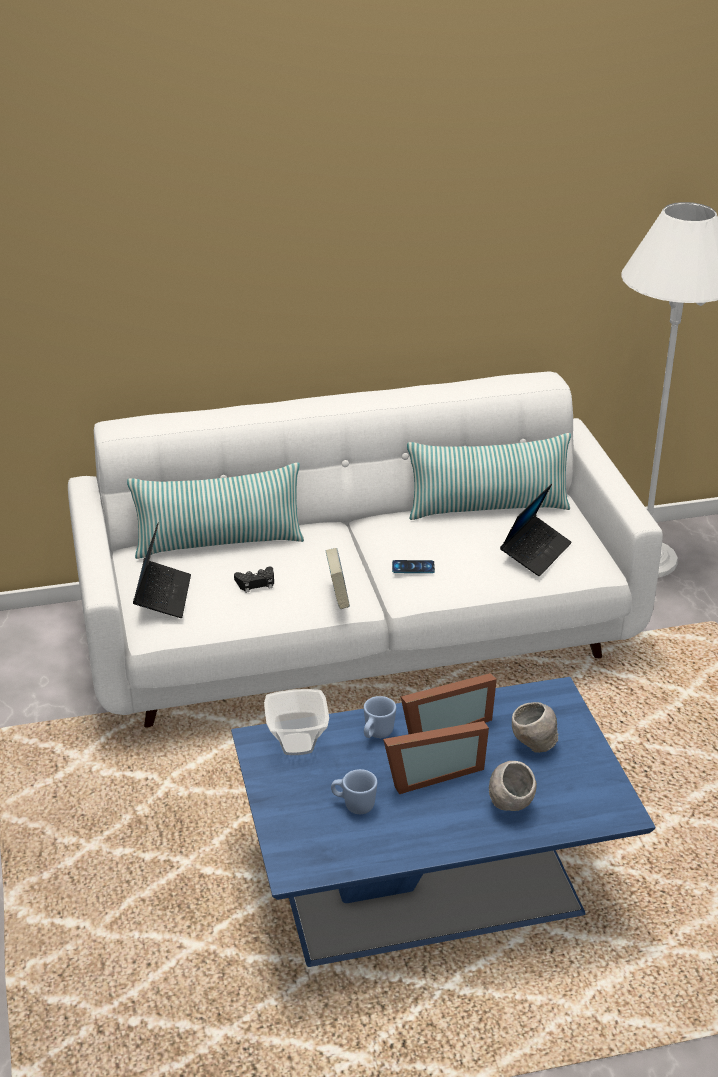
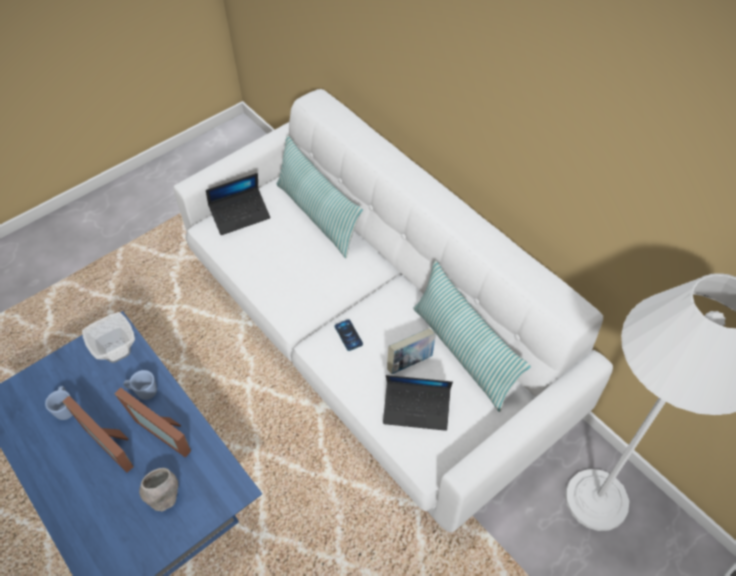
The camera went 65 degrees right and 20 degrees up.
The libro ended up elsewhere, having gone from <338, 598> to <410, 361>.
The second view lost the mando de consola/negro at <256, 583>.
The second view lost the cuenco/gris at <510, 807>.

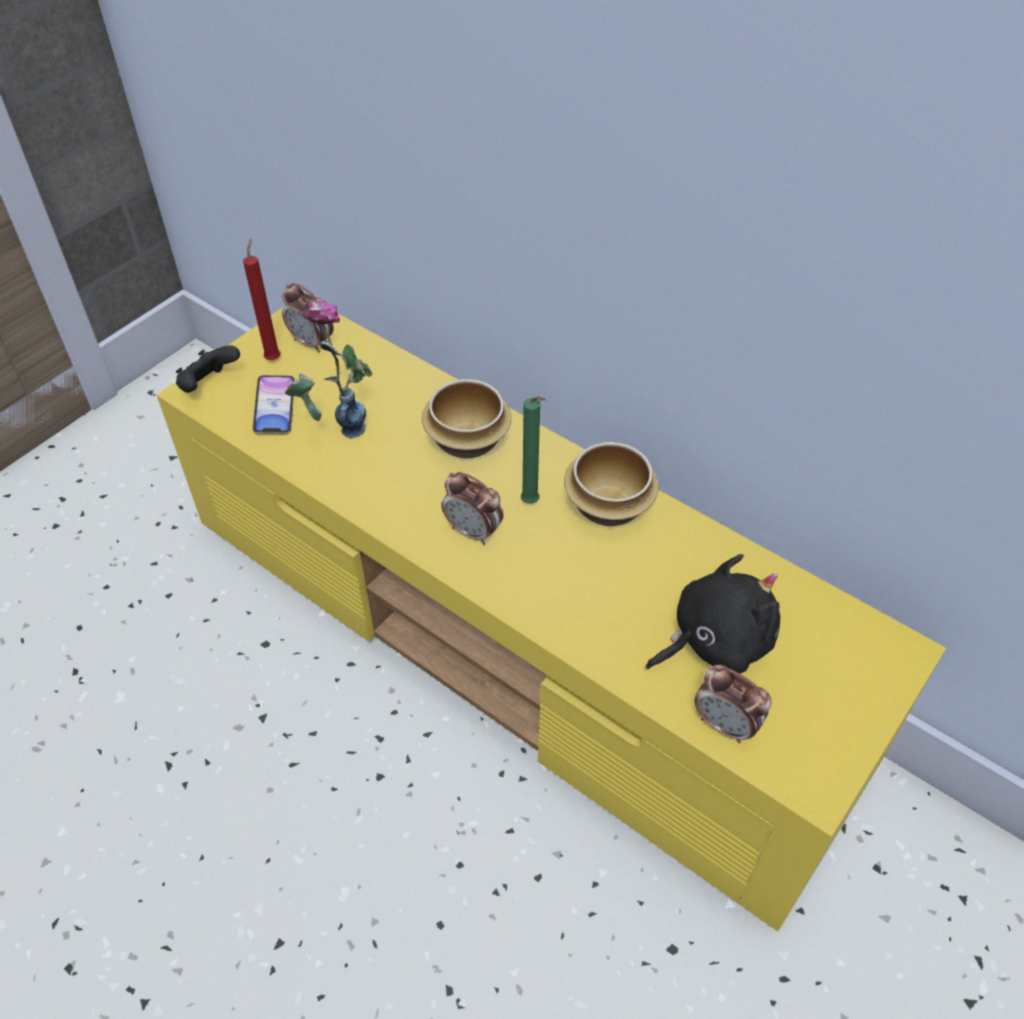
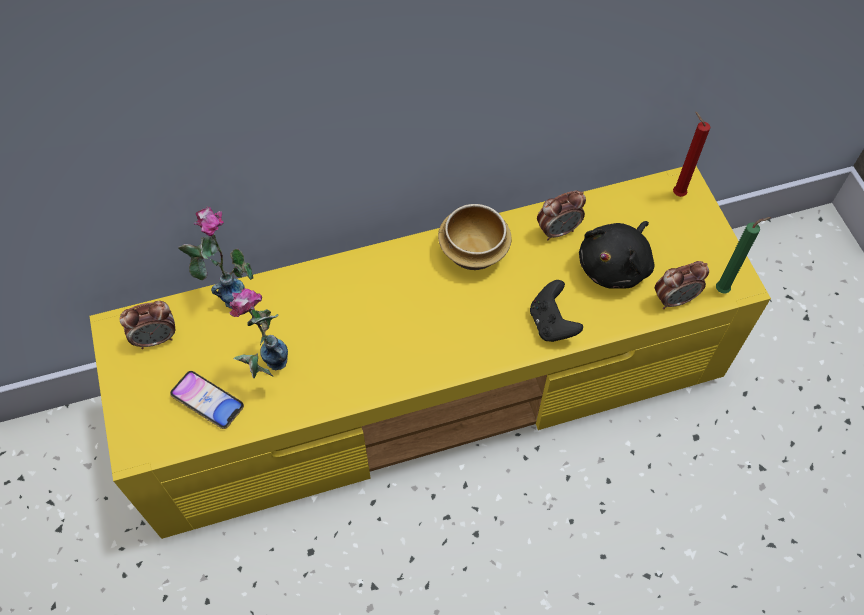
The camera went 55 degrees left and 10 degrees up.
The vela/rojo ended up elsewhere, having gone from <274, 358> to <676, 193>.
The mando de consola/negro ended up elsewhere, having gone from <209, 385> to <552, 323>.
The second view lost the cuenco at <466, 439>.
The vela/verde ended up elsewhere, having gone from <532, 503> to <724, 290>.
The despertador ended up elsewhere, having gone from <473, 531> to <558, 231>.
The peluche/negro at <714, 641> ended up facing another way, 150 degrees counterclockwise from before.
The second view gained the florero at <226, 291>.

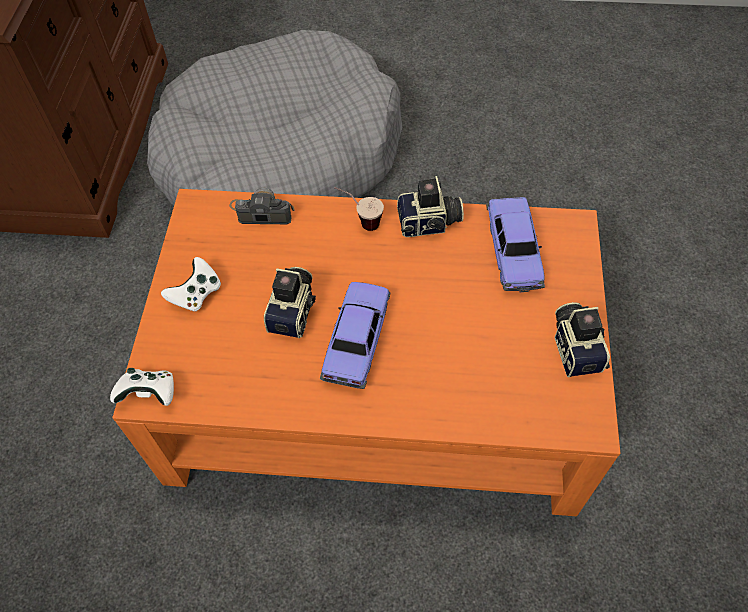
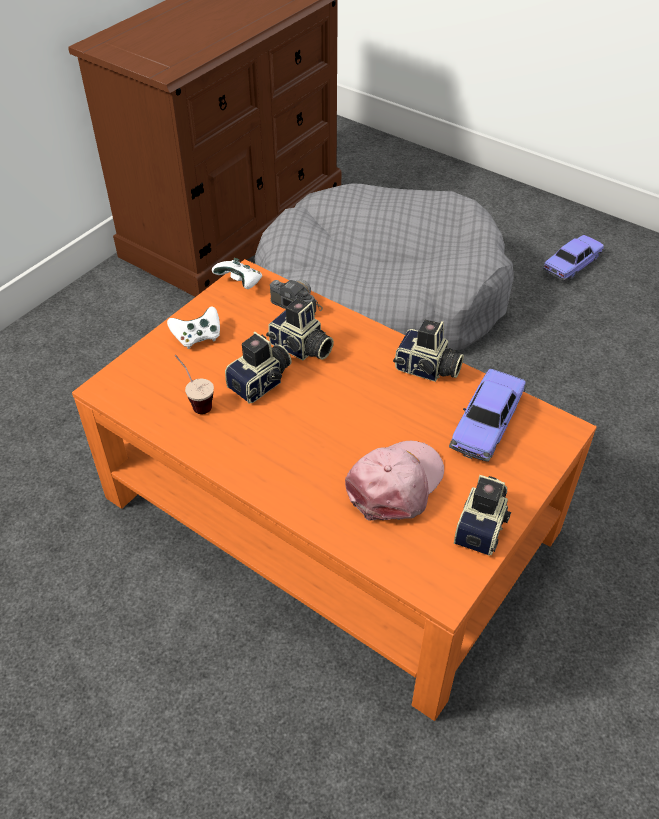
The camera went 30 degrees right and 10 degrees down.
The taza ended up elsewhere, having gone from <360, 222> to <195, 401>.
The coche de juguete ended up elsewhere, having gone from <357, 340> to <571, 265>.
The mando de consola/blanco ended up elsewhere, having gone from <150, 394> to <240, 283>.
The second view gained the cámara at <300, 348>.
The second view gained the gorra/rosa at <396, 484>.

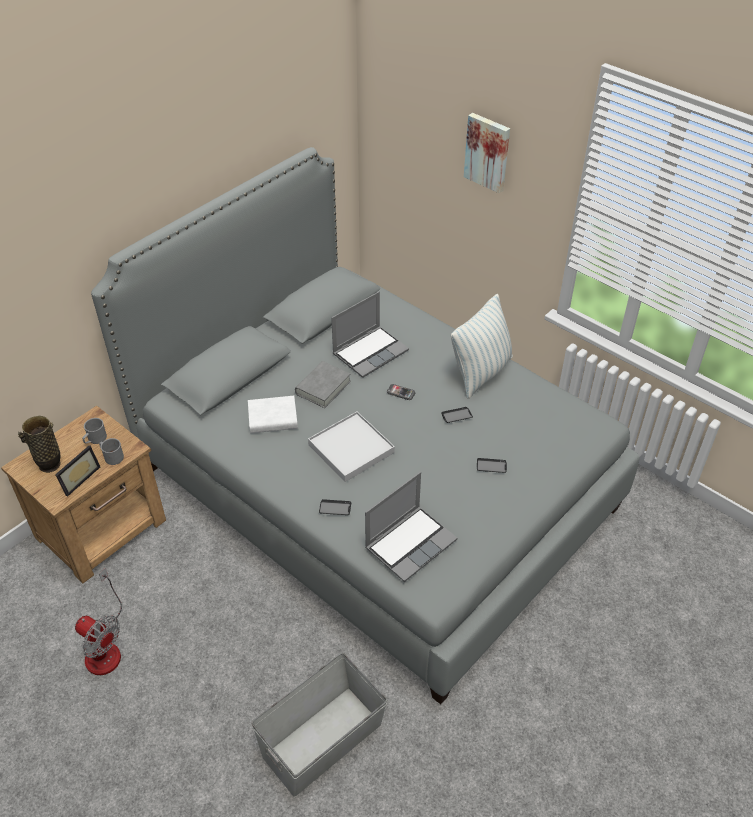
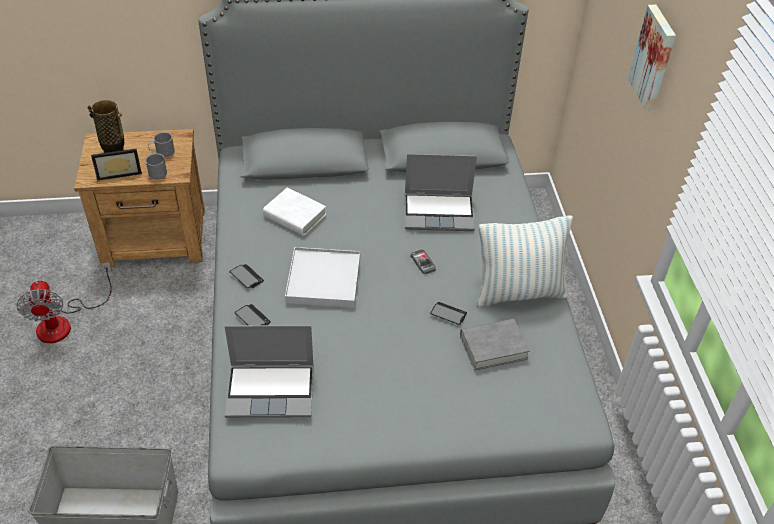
The camera went 40 degrees right and 0 degrees up.
The libro/gris ended up elsewhere, having gone from <323, 387> to <493, 347>.
The móvil ended up elsewhere, having gone from <491, 466> to <246, 277>.

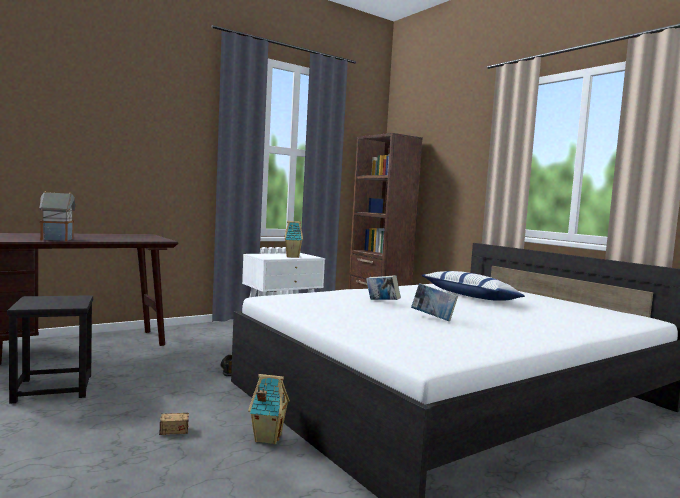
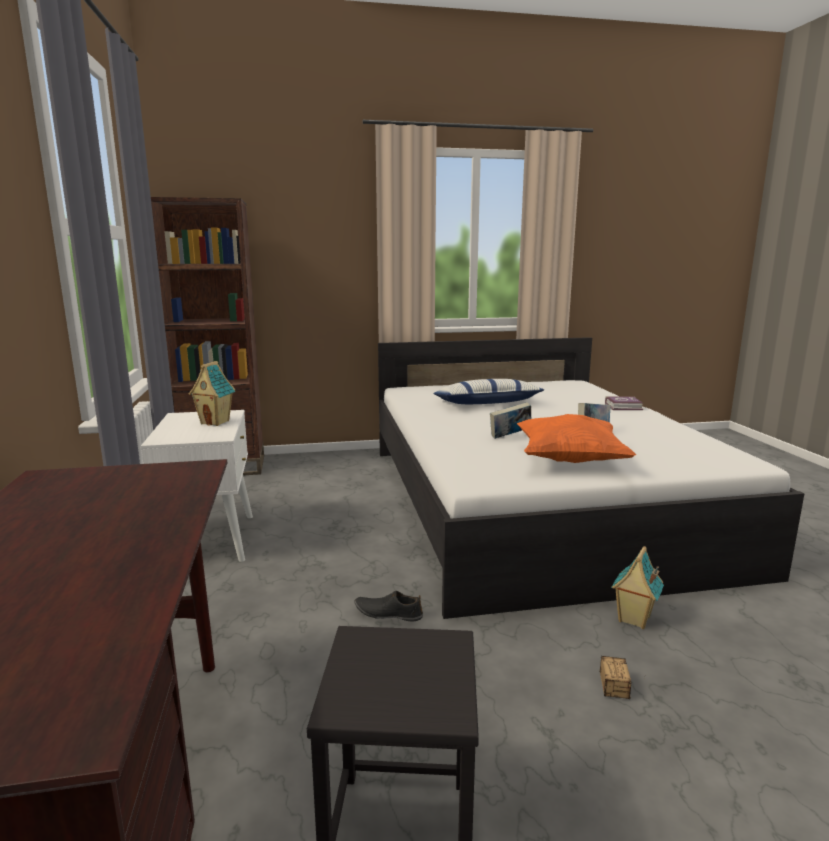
The camera went 65 degrees left and 10 degrees up.
The second view lost the casita at <58, 239>.
The second view gained the libro at <624, 407>.
The second view gained the cojín/naranja at <569, 460>.

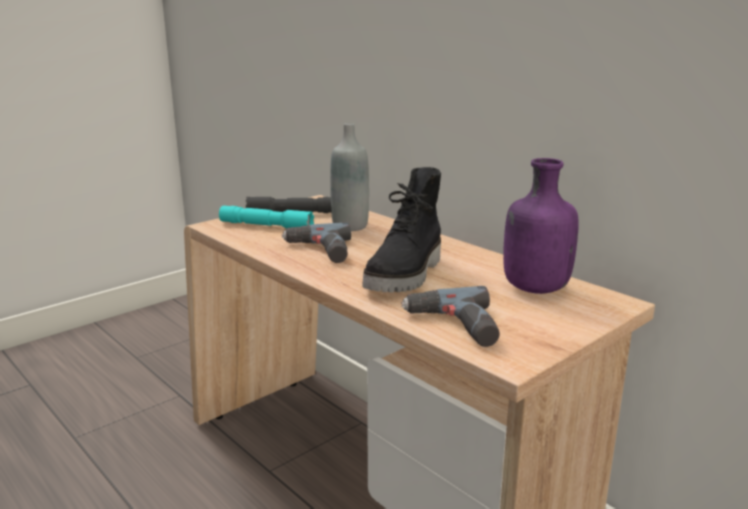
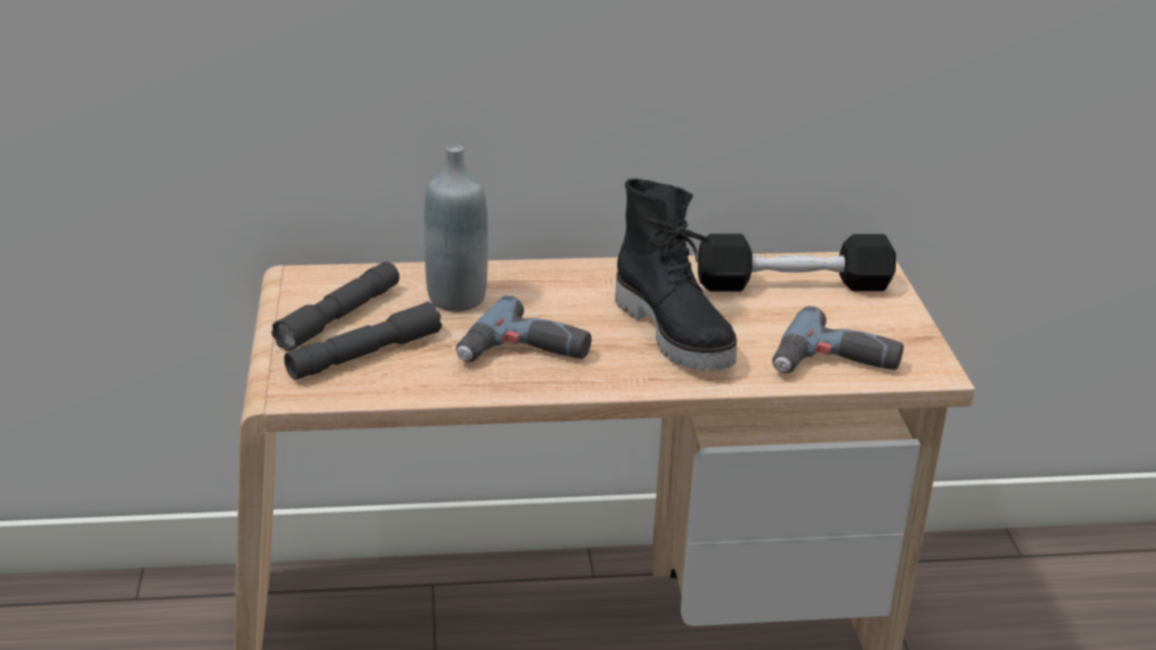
The camera went 55 degrees left and 10 degrees up.
Where the botella/morado stood at <534, 288>, the mancuerna/negro came to stand at <793, 284>.
What was the linterna/turquesa at <266, 226> turned into the linterna/gris at <364, 354>.

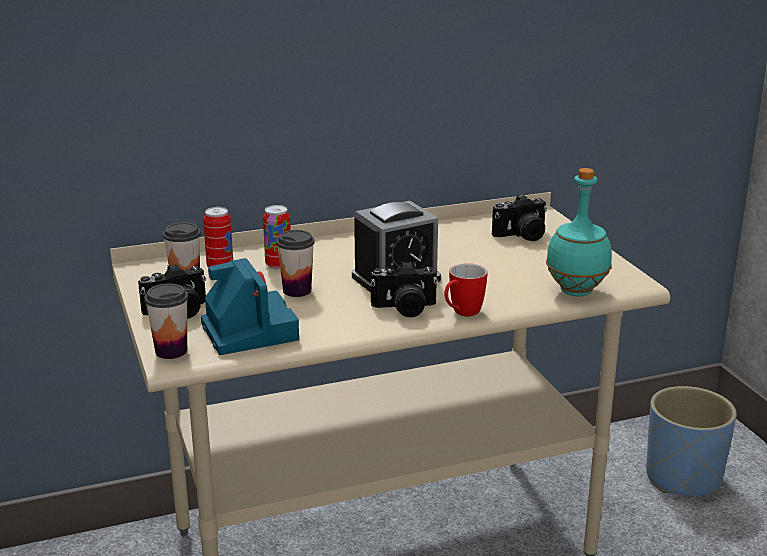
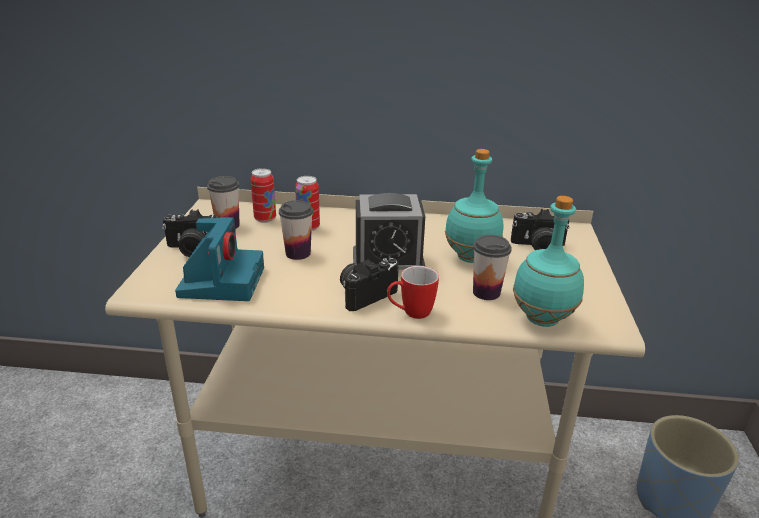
The camera went 25 degrees right and 5 degrees up.
The cámara at <404, 309> ended up facing another way, 120 degrees clockwise from before.
The taza ended up elsewhere, having gone from <171, 351> to <486, 292>.
The second view gained the botella/turquesa at <471, 257>.

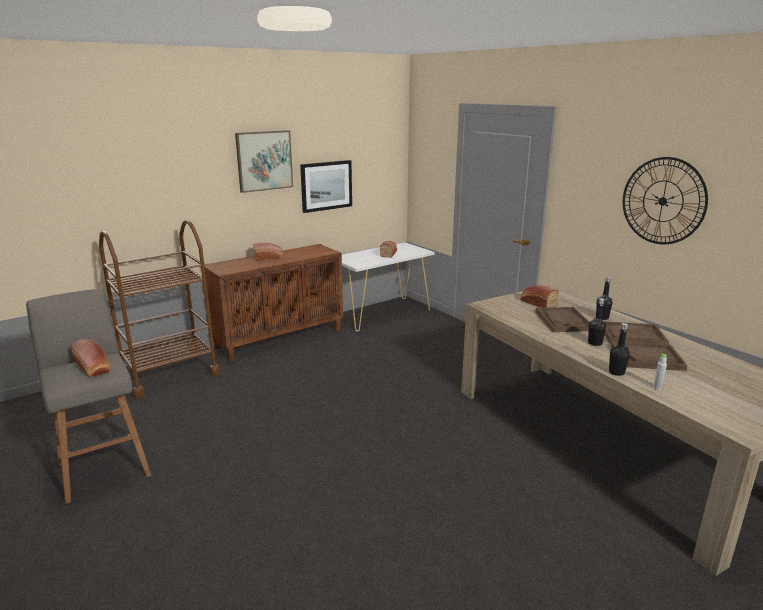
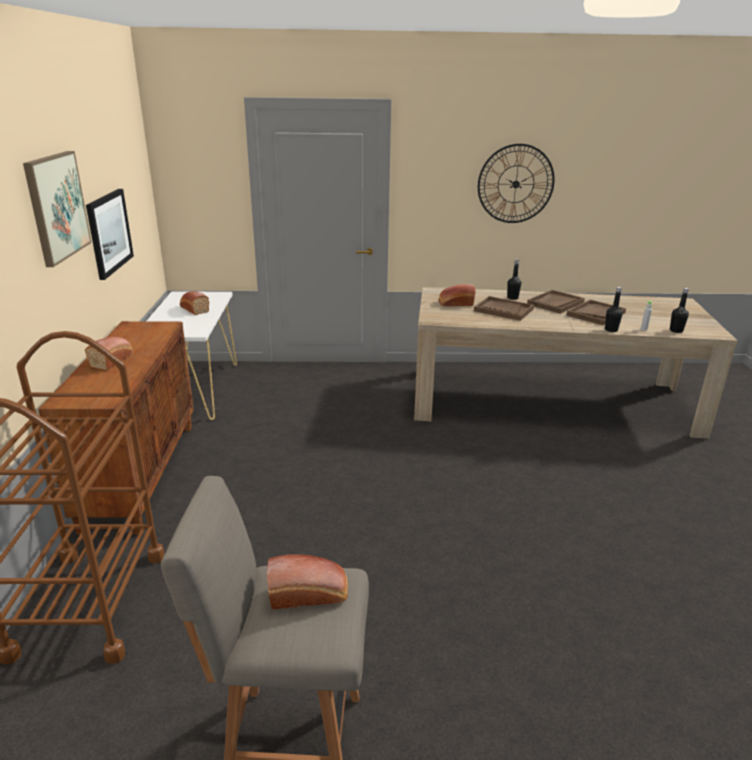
The camera went 55 degrees left and 5 degrees up.
The botella/negro ended up elsewhere, having gone from <594, 343> to <676, 330>.

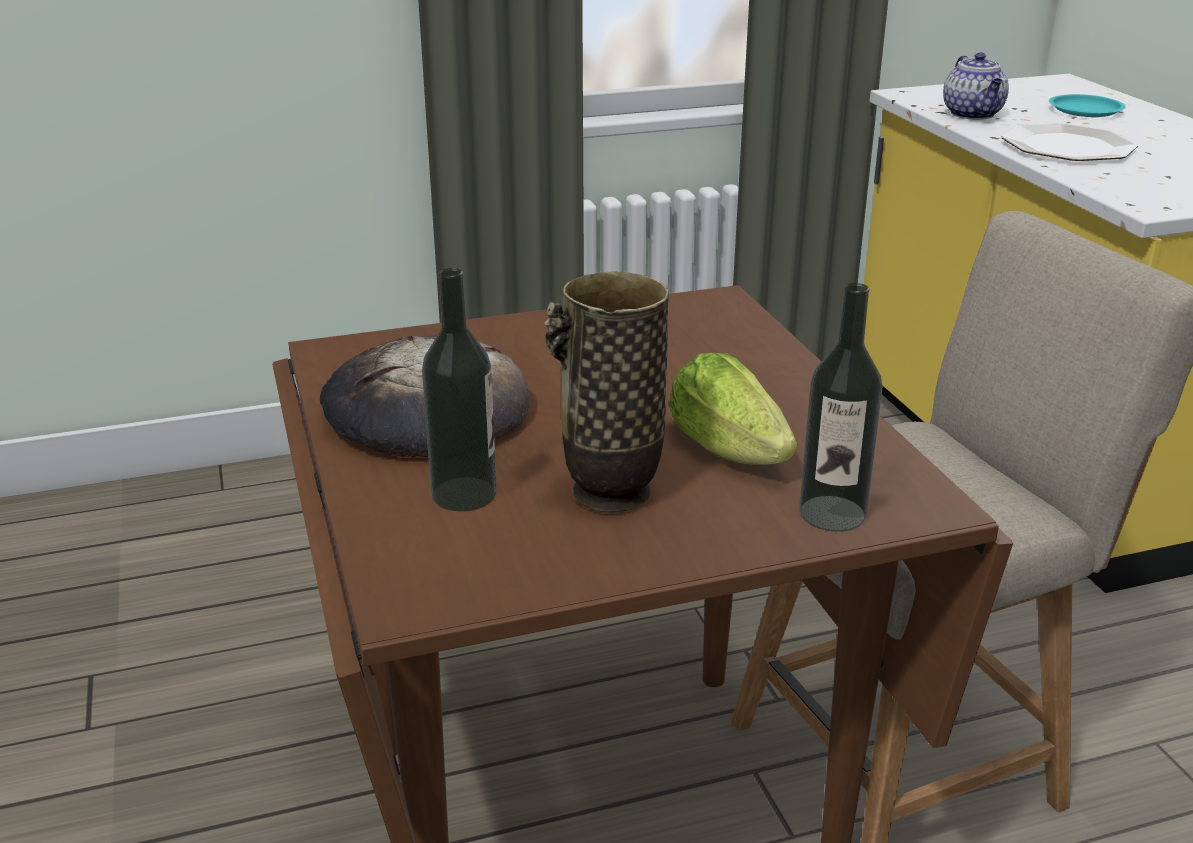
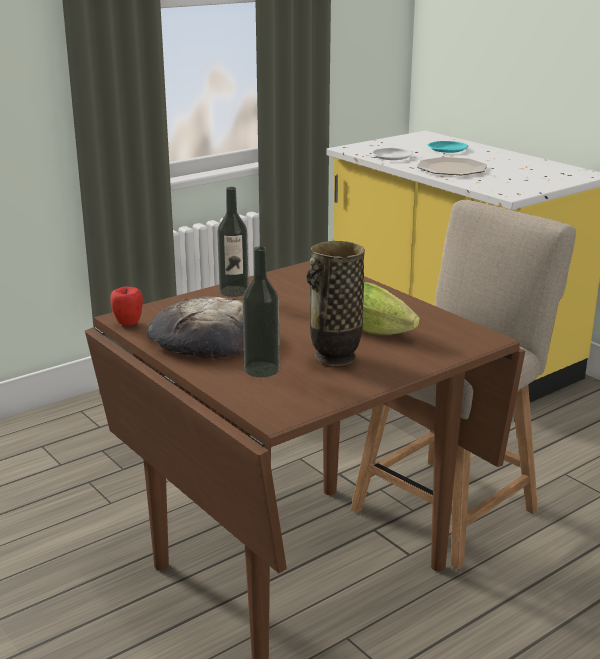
The camera went 20 degrees left and 5 degrees down.
Where the tetera stood at <973, 115>, the plato/blanco came to stand at <392, 156>.
The botella ended up elsewhere, having gone from <832, 513> to <234, 291>.
The second view gained the manzana at <128, 324>.

